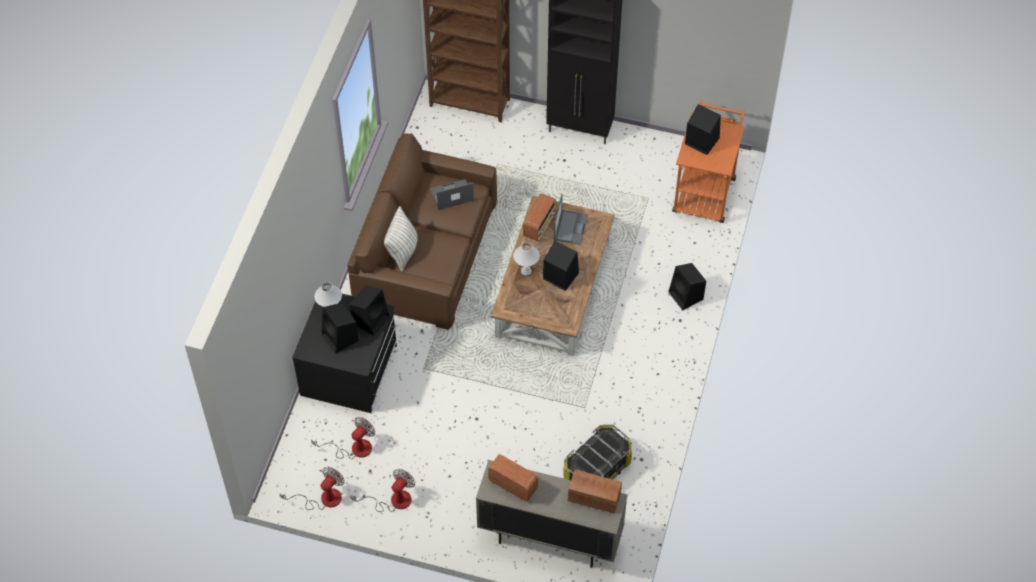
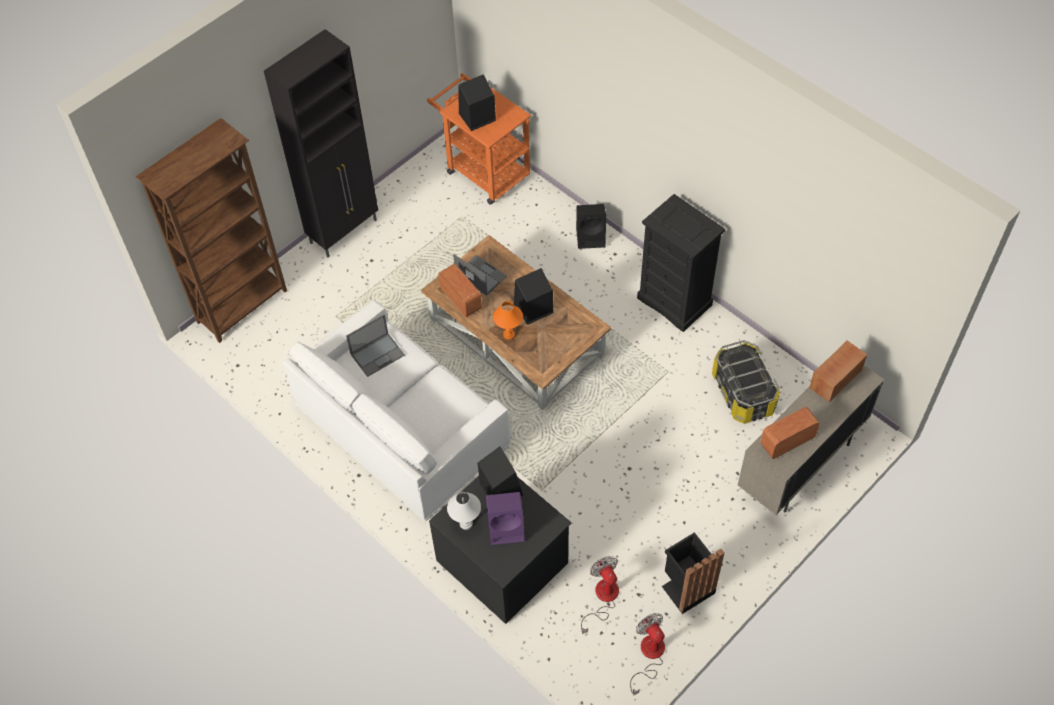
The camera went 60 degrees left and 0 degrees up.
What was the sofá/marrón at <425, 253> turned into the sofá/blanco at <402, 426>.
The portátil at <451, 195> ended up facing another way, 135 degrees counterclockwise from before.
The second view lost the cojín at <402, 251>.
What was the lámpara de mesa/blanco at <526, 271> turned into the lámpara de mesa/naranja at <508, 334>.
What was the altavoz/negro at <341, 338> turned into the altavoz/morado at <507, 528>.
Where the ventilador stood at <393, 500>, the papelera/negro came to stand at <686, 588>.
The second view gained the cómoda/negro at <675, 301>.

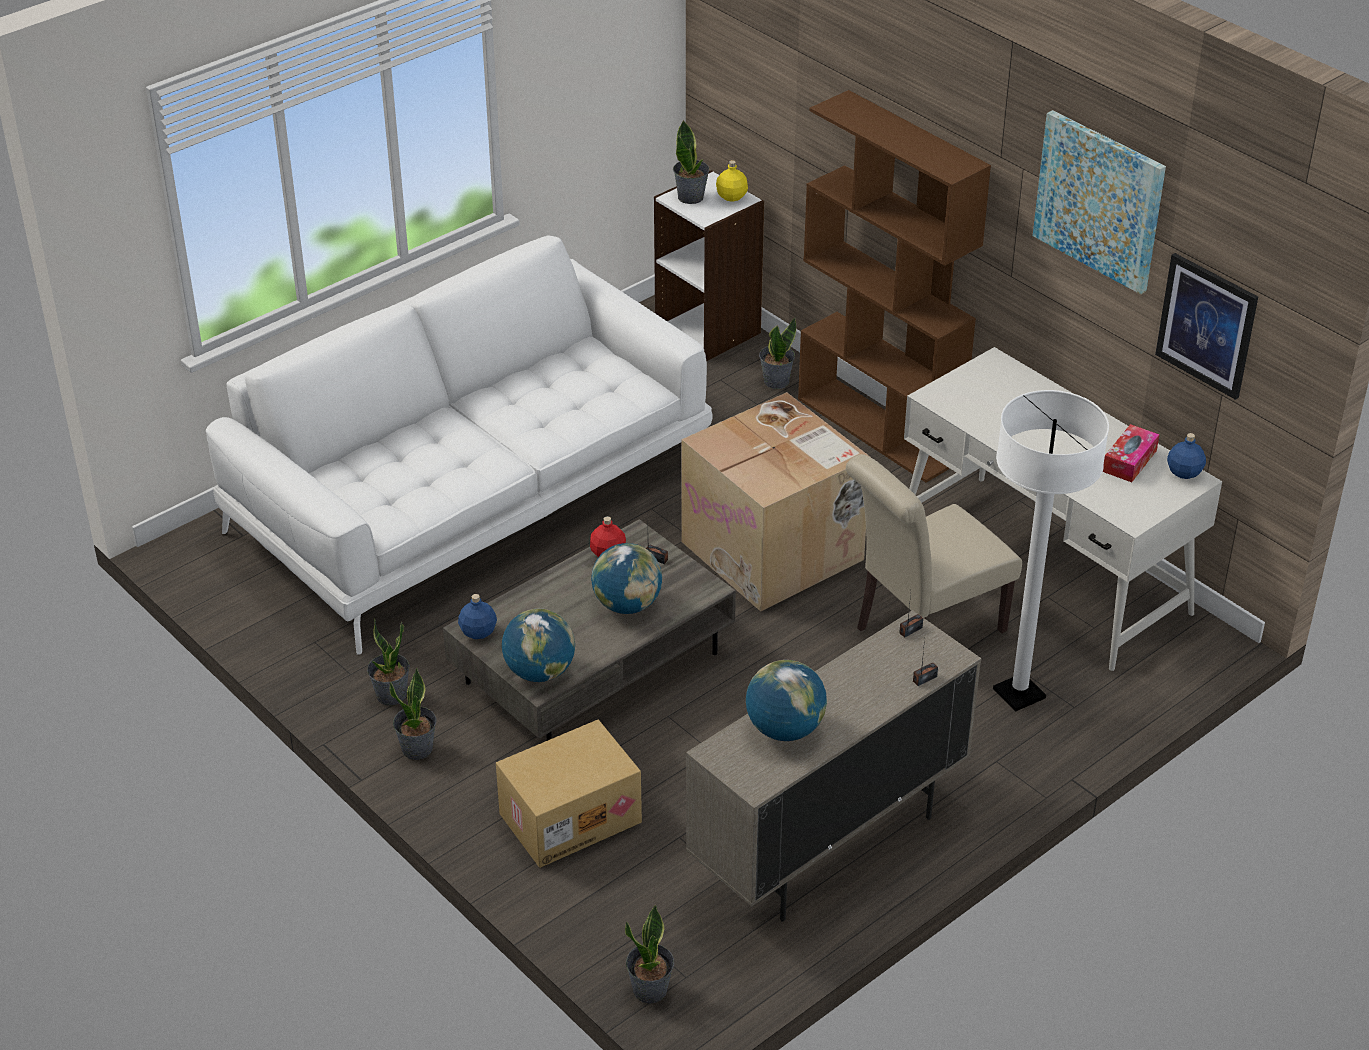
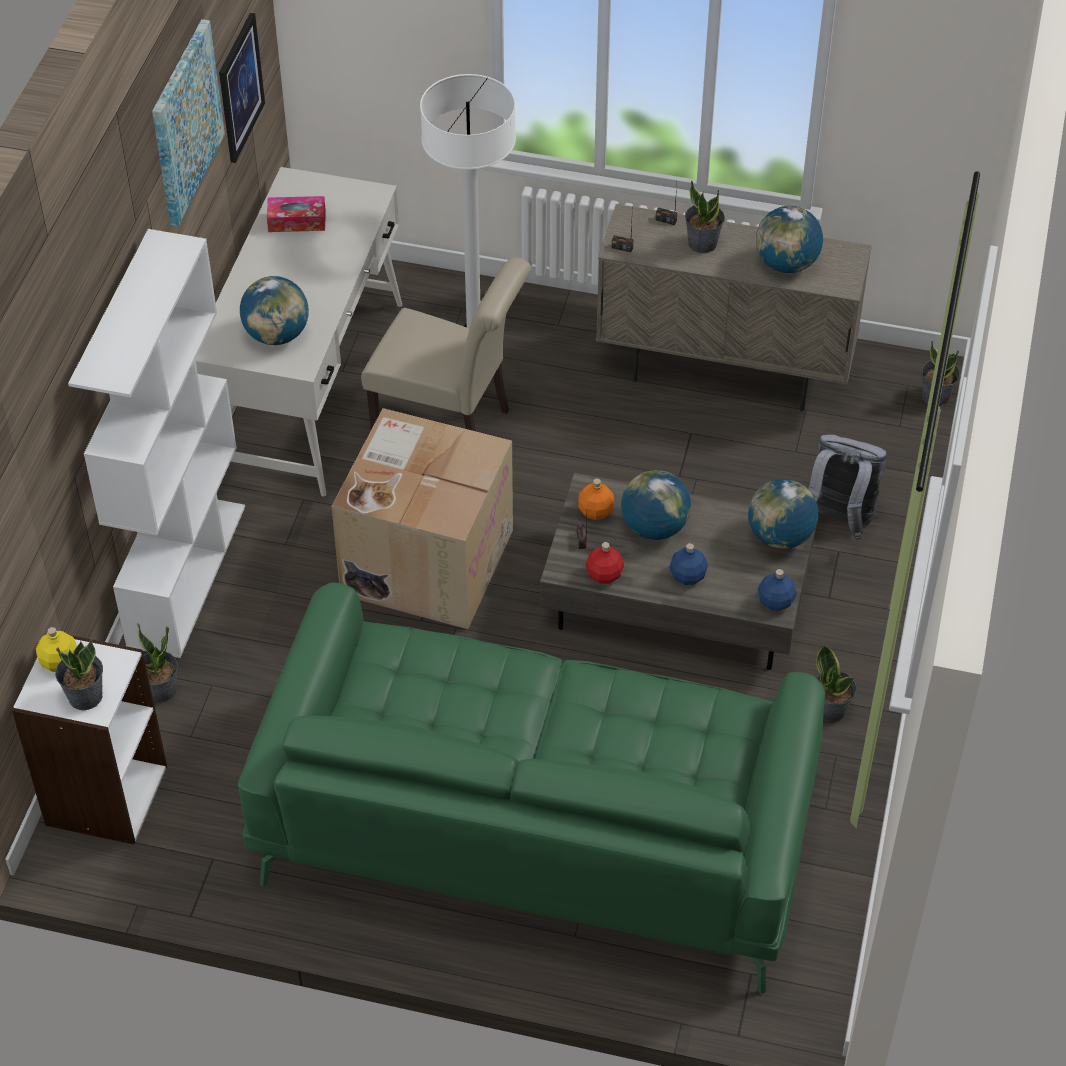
The camera went 125 degrees left and 10 degrees up.
What was the estantería/marrón at <880, 430> turned into the estantería/blanco at <186, 574>.
What was the sofá/blanco at <472, 496> turned into the sofá/verde at <535, 824>.
The botella/azul ended up elsewhere, having gone from <1184, 472> to <687, 576>.
The planta en maceta ended up elsewhere, having gone from <417, 749> to <702, 243>.
Where the caja de cartón stood at <570, 816>, the mochila/gris came to stand at <838, 521>.
The second view gained the globo terráqueo at <277, 335>.
The second view gained the botella/naranja at <596, 511>.

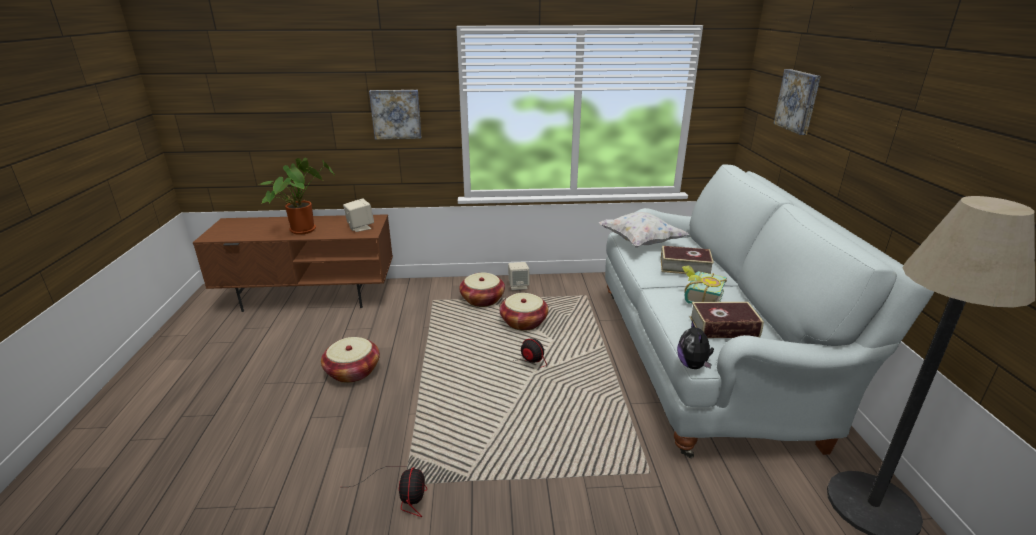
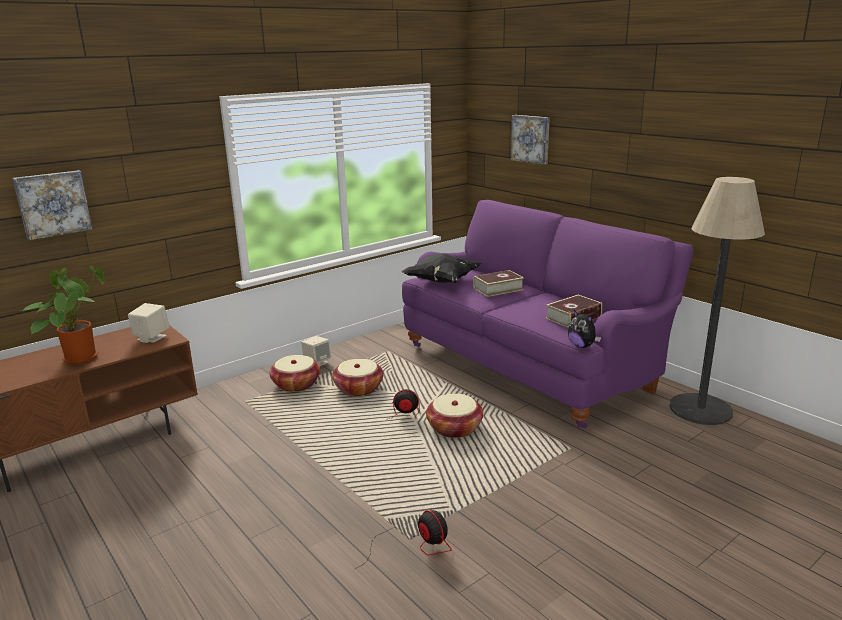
The camera went 35 degrees left and 5 degrees down.
The cuadro ended up elsewhere, having gone from <396, 114> to <53, 204>.
What was the sofá/blanco at <709, 360> turned into the sofá/morado at <531, 365>.
What was the cojín/blanco at <640, 242> turned into the cojín/negro at <441, 281>.
The second view lost the libro at <698, 298>.
The cesta ended up elsewhere, having gone from <353, 371> to <454, 428>.

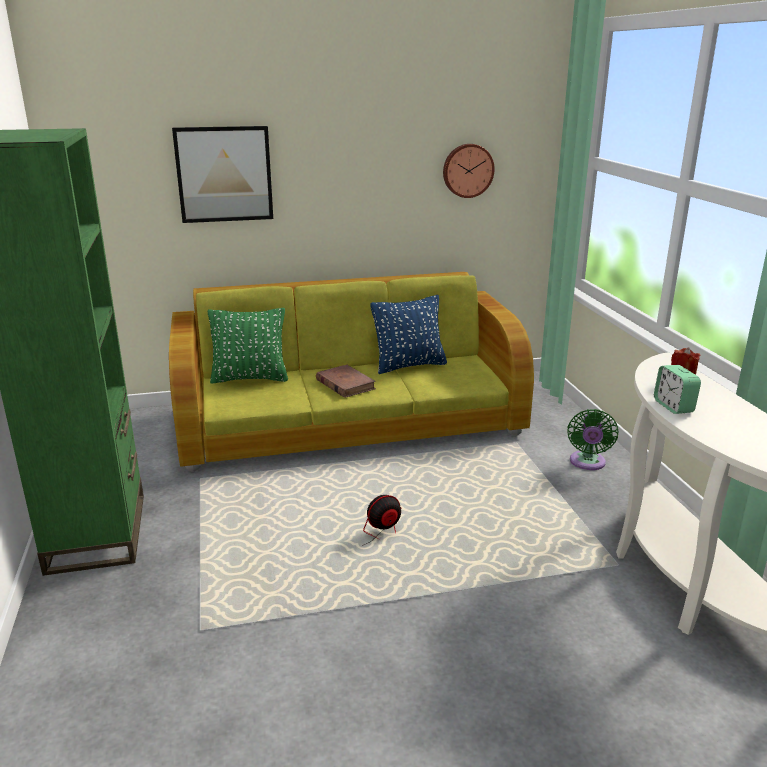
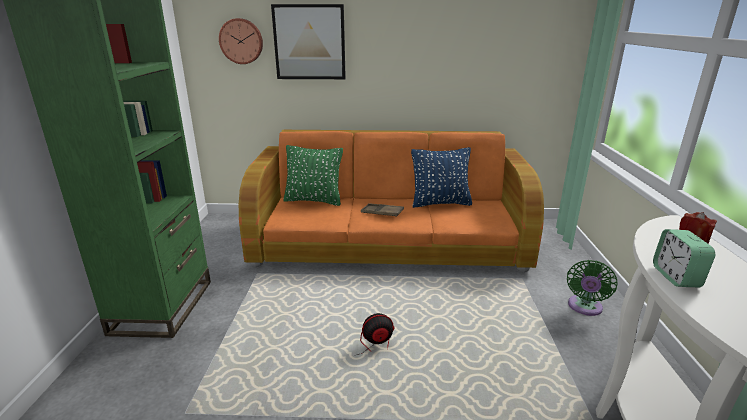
The camera went 15 degrees right and 0 degrees up.
The reloj de pared ended up elsewhere, having gone from <467, 170> to <241, 41>.
What was the sofá/verde at <350, 420> turned into the sofá/naranja at <389, 242>.
Where the libro/marrón stood at <345, 384>, the bandeja/marrón came to stand at <382, 213>.

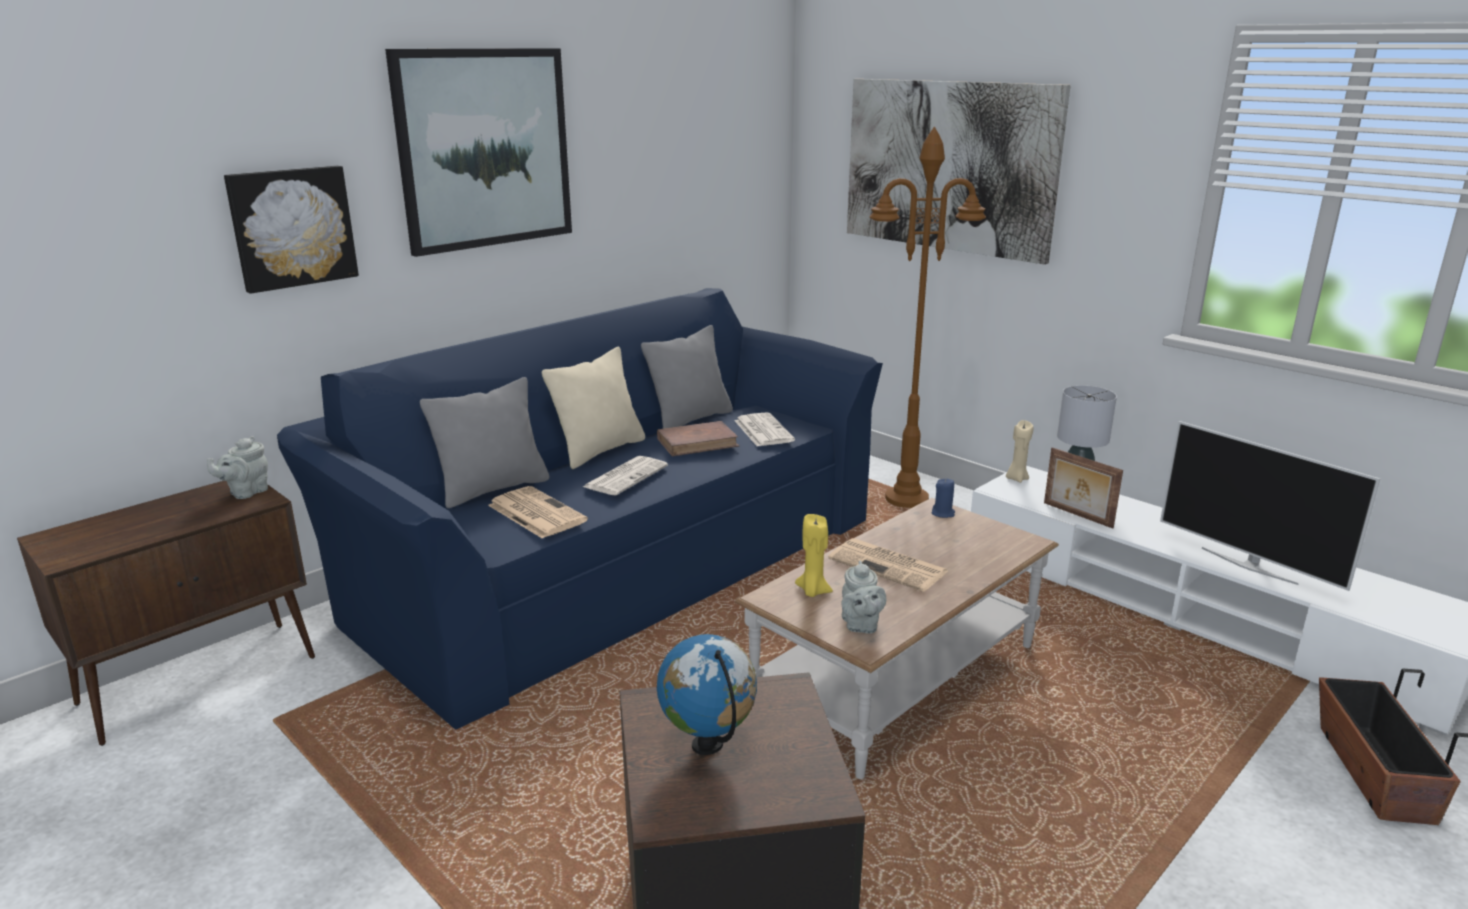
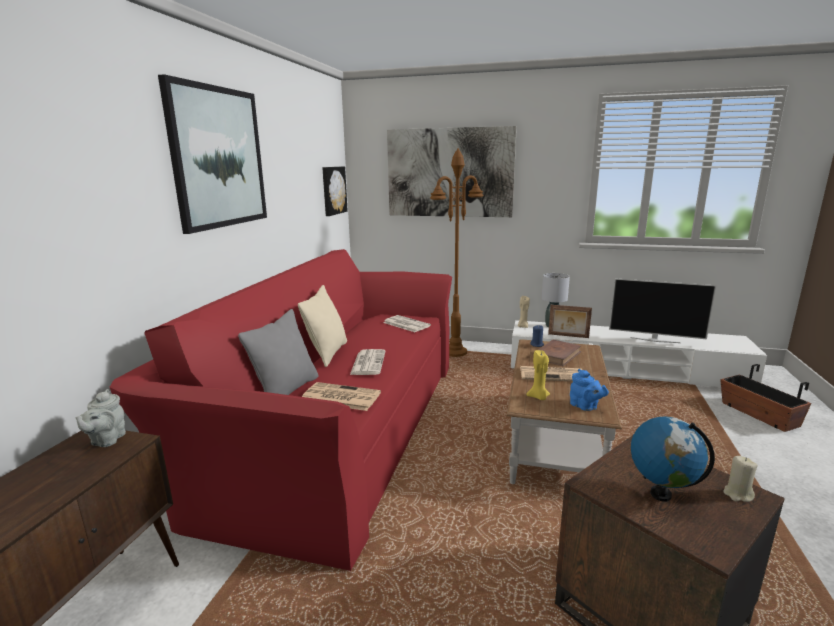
The camera went 30 degrees left and 5 degrees down.
The cuadro ended up elsewhere, having gone from <292, 227> to <333, 190>.
What was the sofá/azul at <613, 562> turned into the sofá/rojo at <337, 426>.
The second view lost the cojín/gris at <690, 419>.
The libro/marrón ended up elsewhere, having gone from <697, 443> to <557, 355>.
What was the tetera/gris at <860, 625> turned into the tetera/azul at <585, 407>.
The second view gained the vela/beis at <737, 494>.

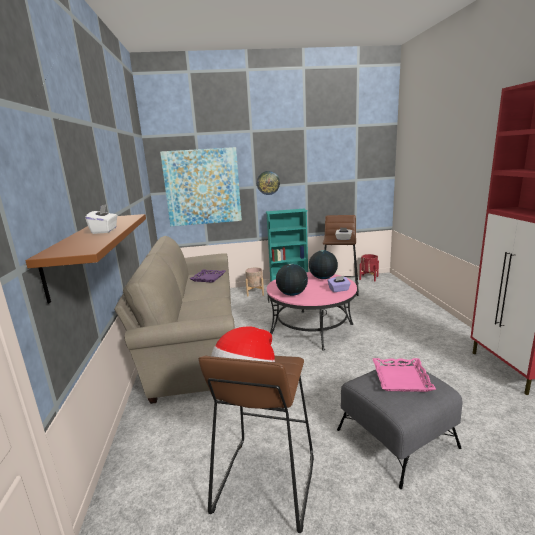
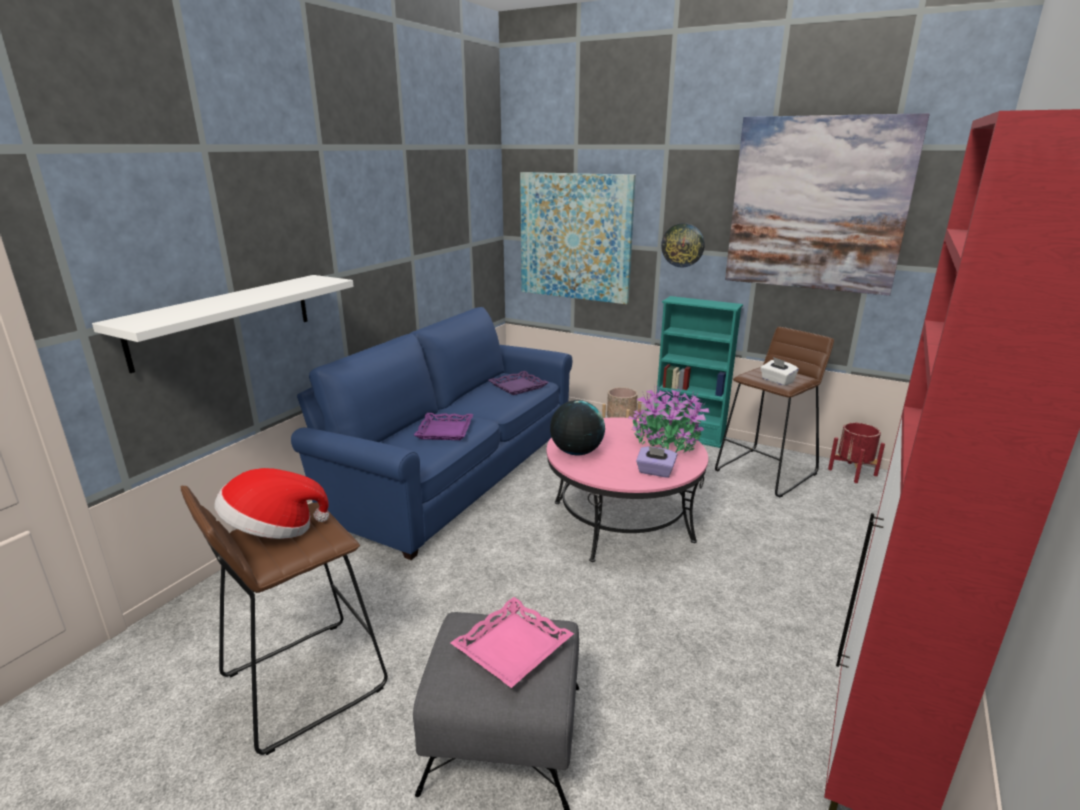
The camera went 35 degrees right and 5 degrees up.
The second view lost the caja de pañuelos/blanco at <105, 231>.
What was the estante/marrón at <79, 253> turned into the estante/blanco at <224, 319>.
What was the sofá/beis at <193, 341> turned into the sofá/azul at <453, 472>.
Where the globo terráqueo stood at <323, 278>, the planta en maceta came to stand at <667, 442>.
The second view gained the cuadro at <817, 205>.
The second view gained the bandeja/morado at <445, 431>.

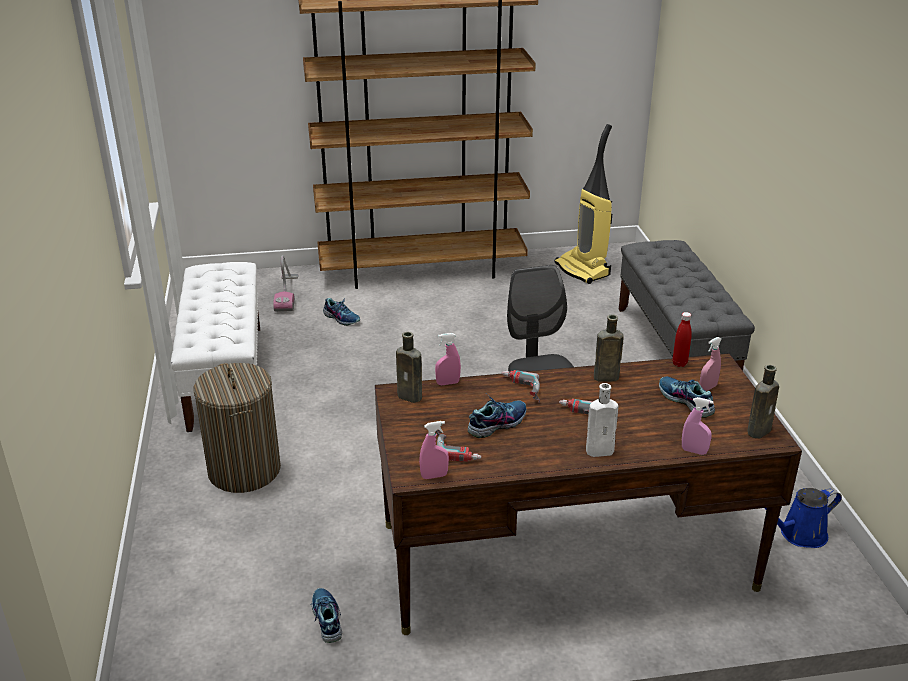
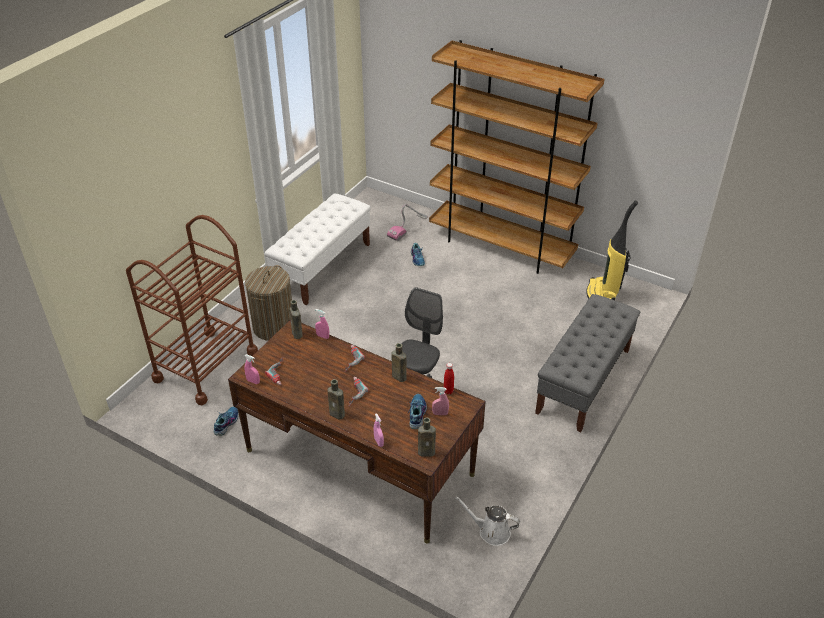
The camera went 40 degrees right and 10 degrees up.
What was the botella/blanco at <601, 451> turned into the botella/marrón at <338, 414>.
The second view lost the zapato at <497, 423>.
What was the regadera/azul at <799, 534> turned into the regadera/blanco at <491, 531>.
The second view gained the carrito/marrón at <206, 366>.

